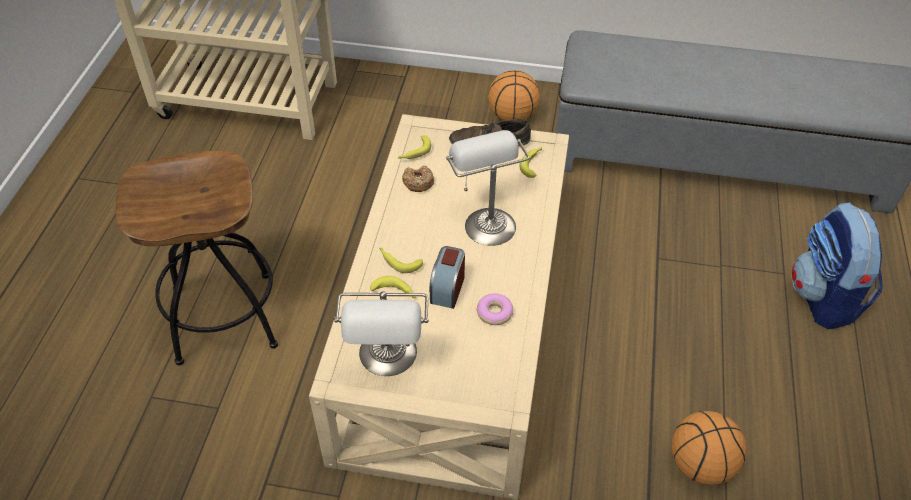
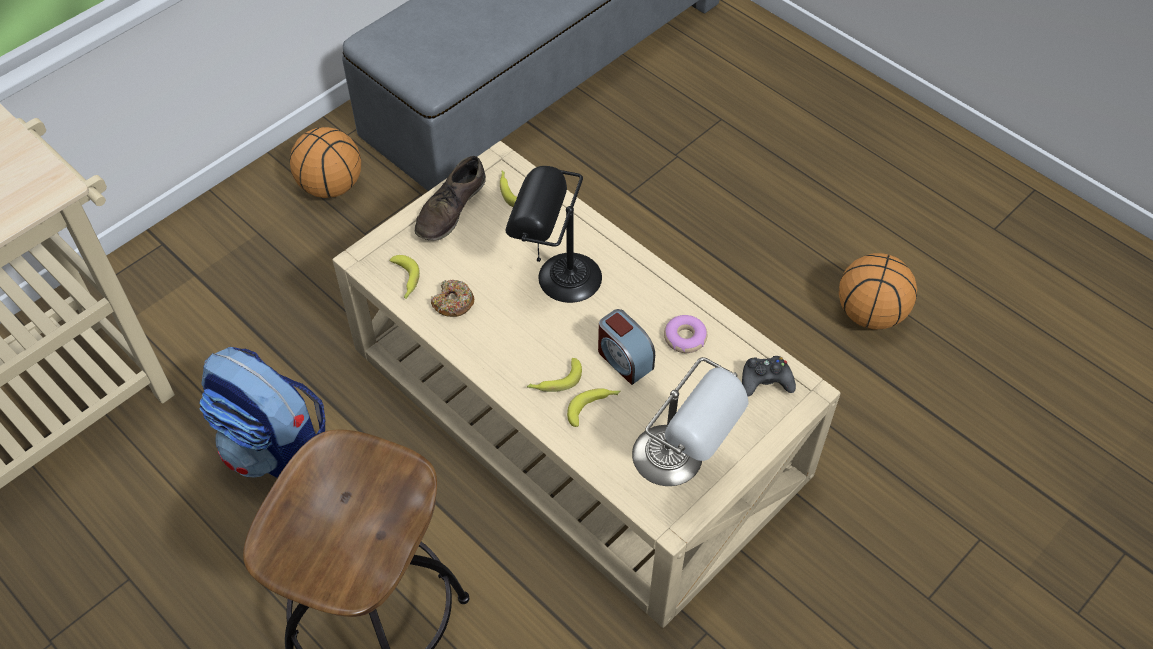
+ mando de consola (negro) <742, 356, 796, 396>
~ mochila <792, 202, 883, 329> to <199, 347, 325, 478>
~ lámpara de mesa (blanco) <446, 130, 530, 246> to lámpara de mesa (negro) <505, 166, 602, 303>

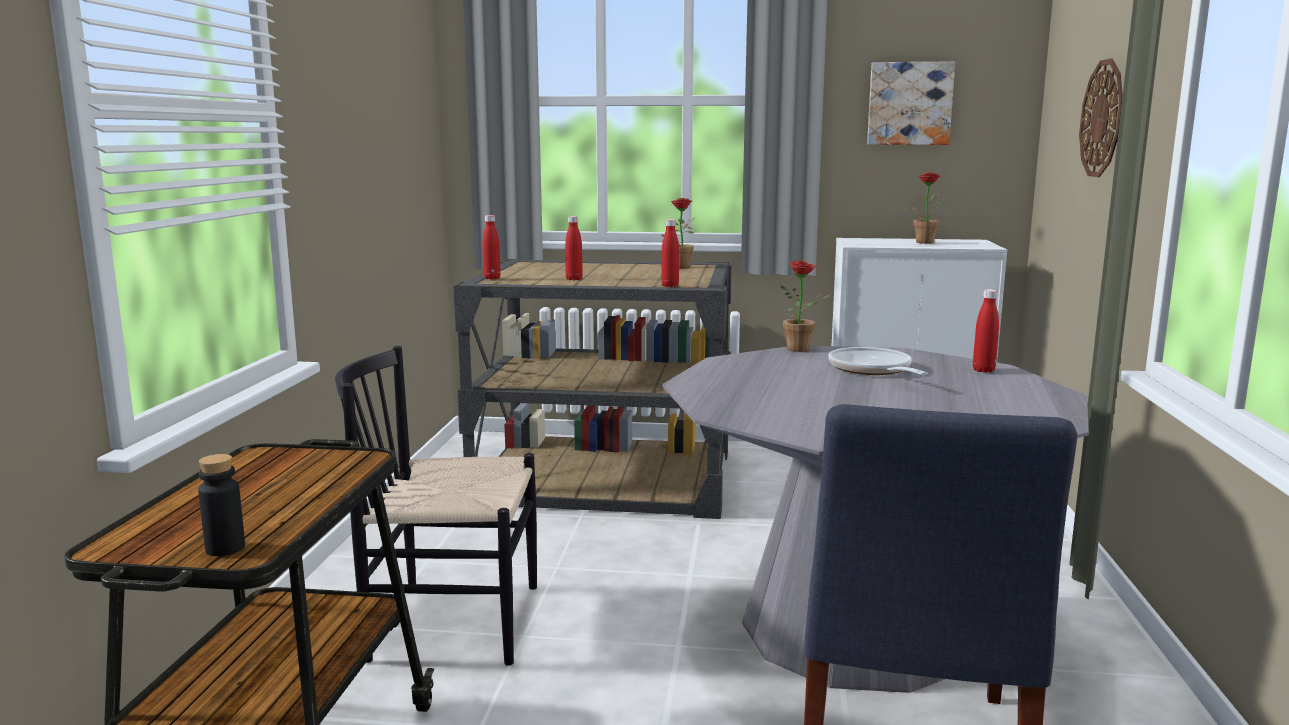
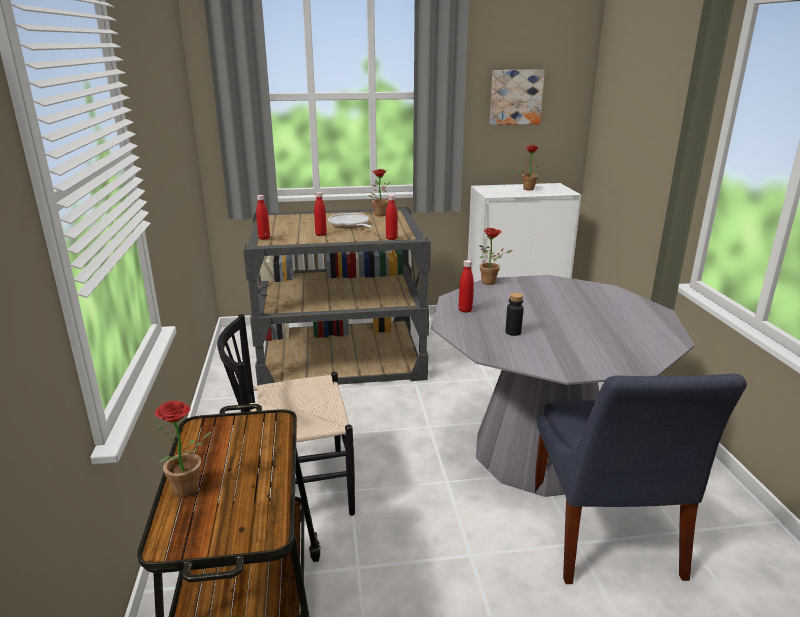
- reloj de pared <1079, 58, 1123, 177>
+ planta en maceta <155, 400, 212, 498>
~ botella (negro) <198, 454, 245, 556> to <505, 293, 524, 336>
~ sartén <828, 347, 928, 375> to <328, 213, 373, 228>
~ botella (rojo) <973, 289, 999, 373> to <459, 260, 474, 313>

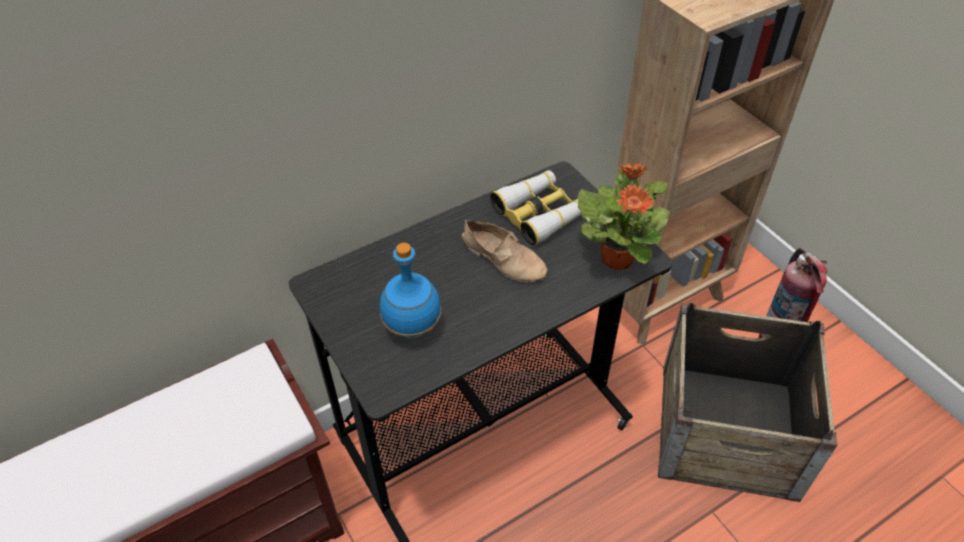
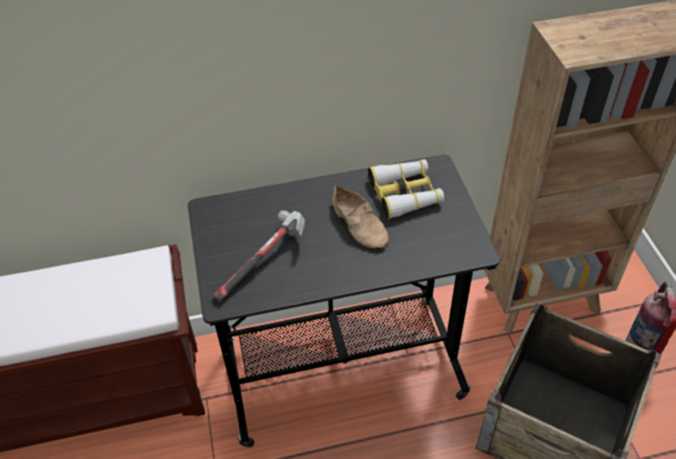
- planta en maceta <578, 163, 670, 270>
~ botella (azul) <380, 243, 441, 339> to martillo <213, 210, 305, 302>

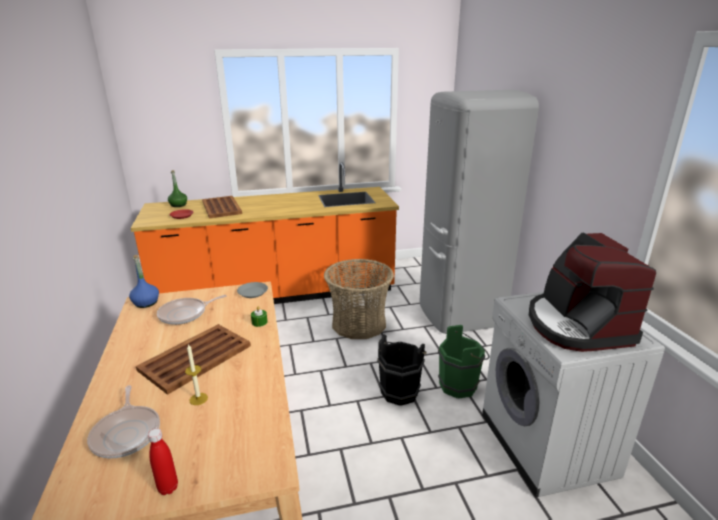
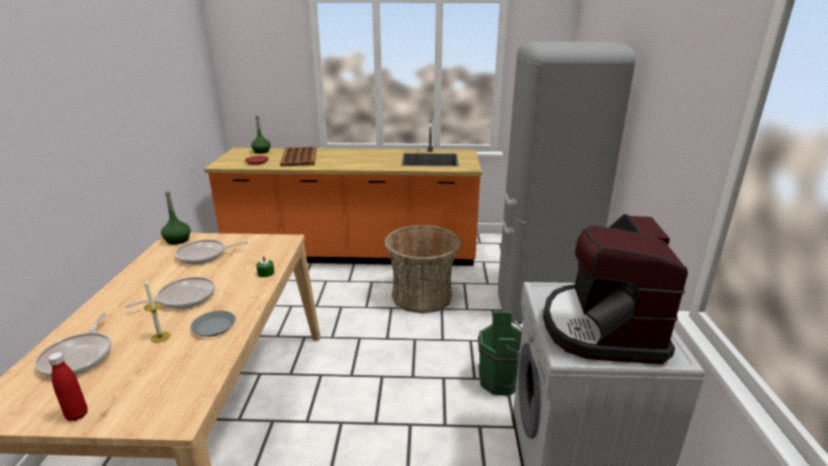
- cubo (negro) <377, 334, 427, 406>
~ plato (gris) <237, 282, 268, 298> to <190, 311, 236, 337>
~ bandeja (marrón) <136, 324, 251, 395> to sartén <125, 277, 215, 309>
~ botella (azul) <129, 255, 159, 308> to botella (verde) <161, 191, 191, 245>

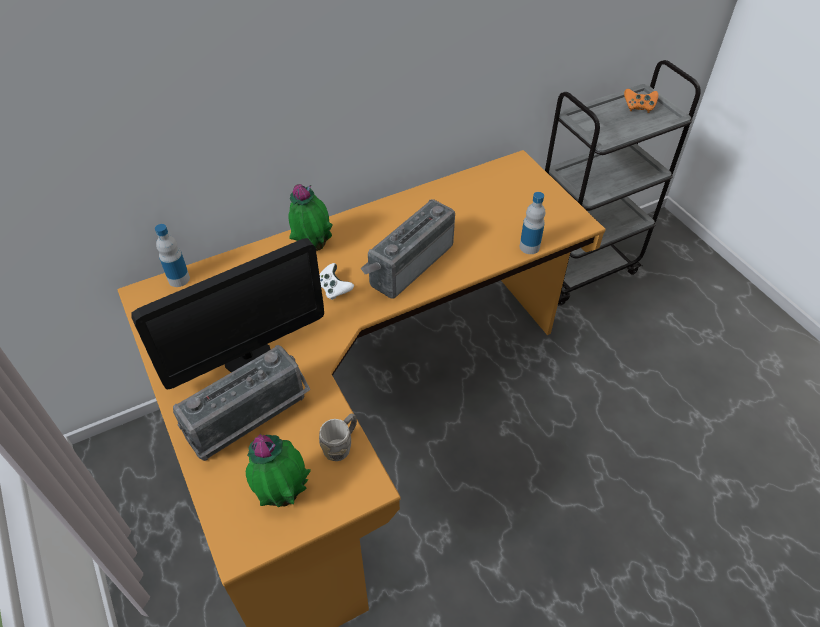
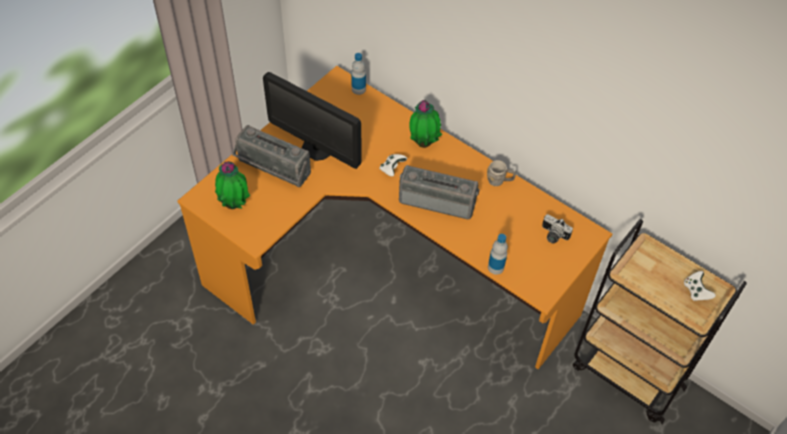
+ cámara <542, 214, 573, 244>
~ taza grande (gris) <319, 413, 357, 461> to <487, 160, 516, 186>
~ carrito (gris) <545, 60, 701, 306> to carrito (marrón) <573, 219, 747, 424>
~ mando de consola (naranja) <624, 89, 658, 113> to mando de consola (blanco) <684, 271, 716, 301>

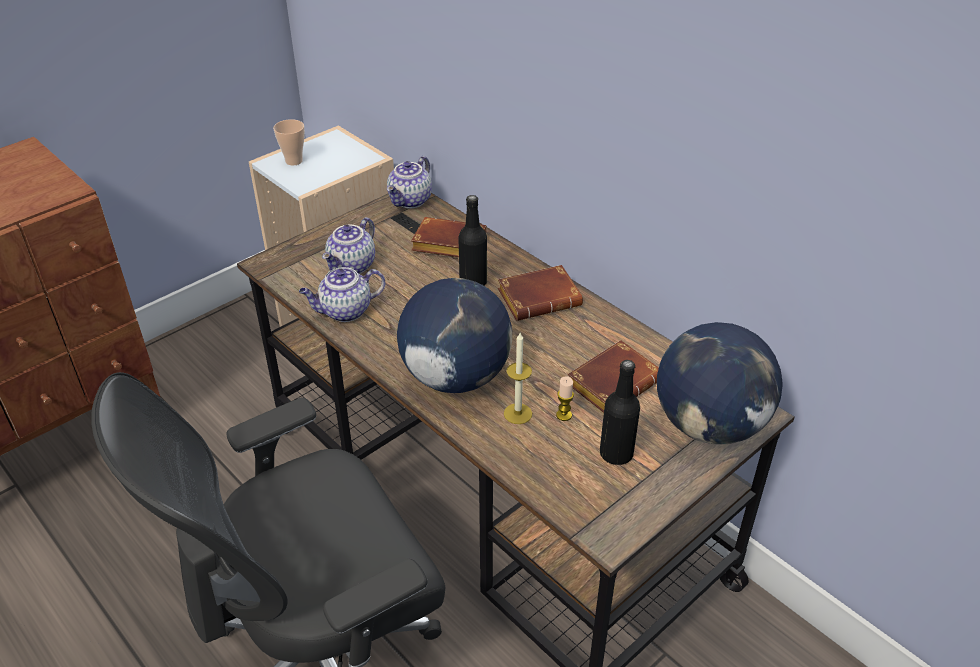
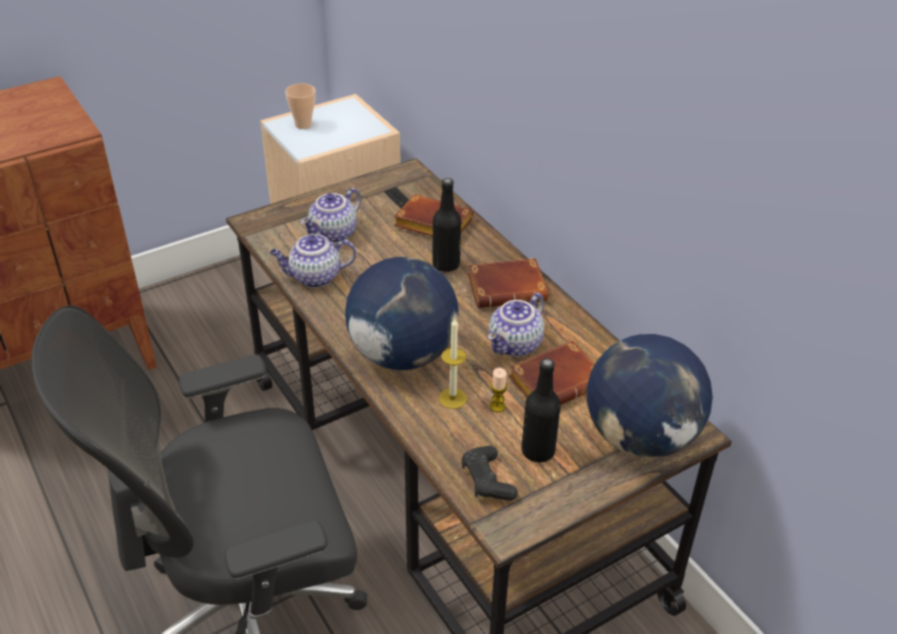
+ mando de consola (negro) <462, 446, 518, 501>
~ tetera <387, 156, 432, 208> to <488, 293, 545, 357>

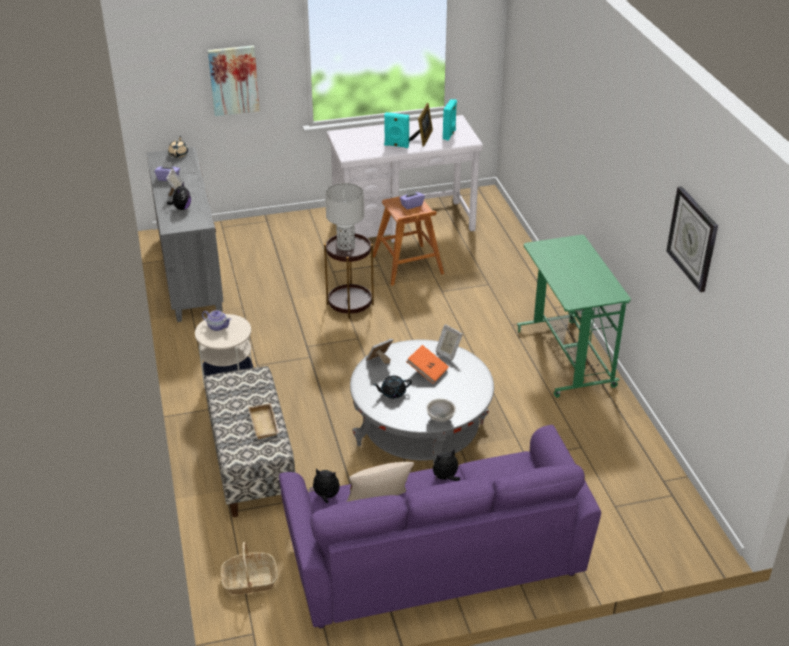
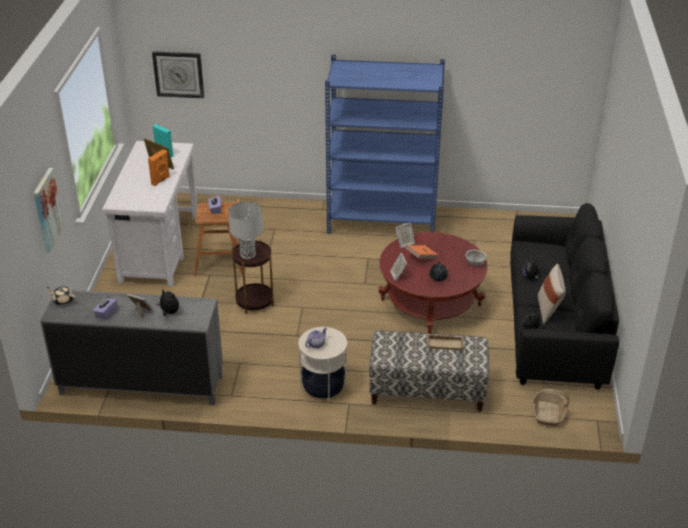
~ reloj de pared <666, 186, 718, 292> to <152, 51, 204, 98>
~ escritorio (verde) <517, 235, 631, 398> to estantería (azul) <325, 54, 445, 234>
~ sofá (morado) <279, 425, 601, 628> to sofá (negro) <510, 203, 619, 390>
~ mesa de centro (gris) <350, 340, 494, 463> to mesa de centro (rojo) <378, 232, 487, 334>
~ altavoz (turquesa) <384, 112, 409, 148> to altavoz (naranja) <148, 149, 170, 186>

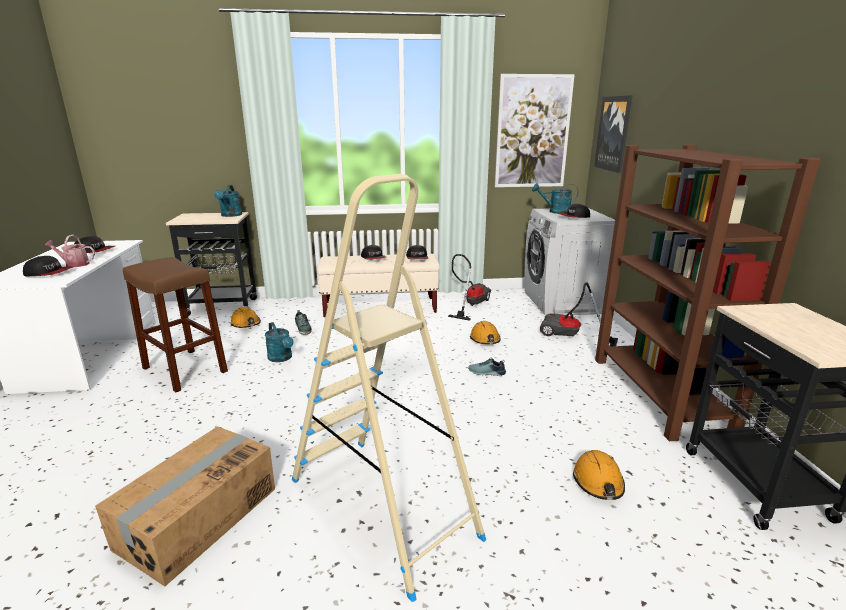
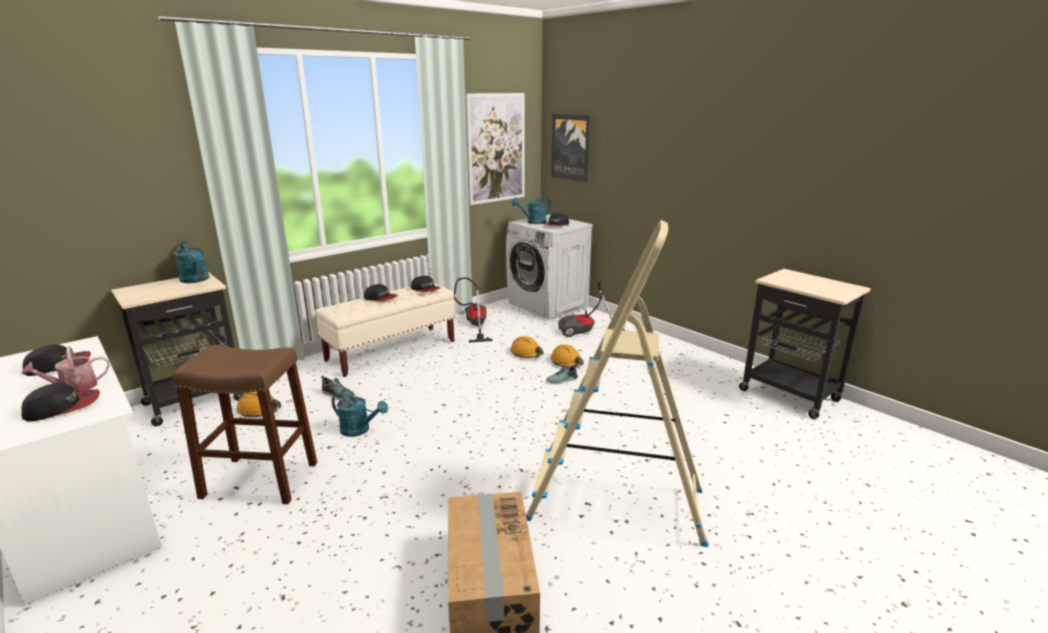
- estantería (marrón) <595, 144, 821, 441>
~ casco (naranja) <573, 450, 625, 500> to <551, 344, 584, 368>

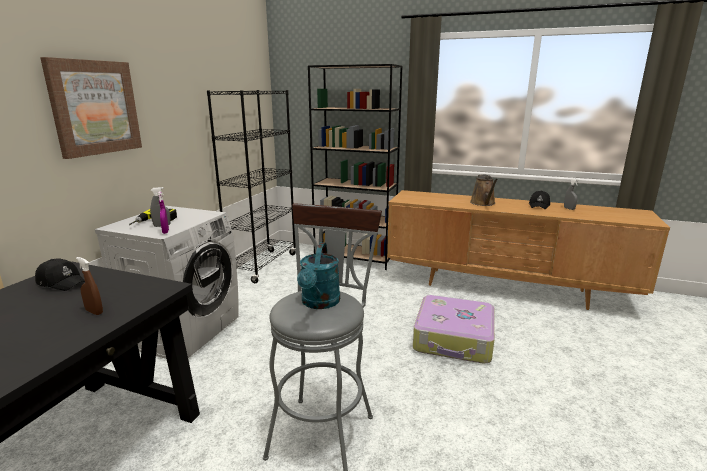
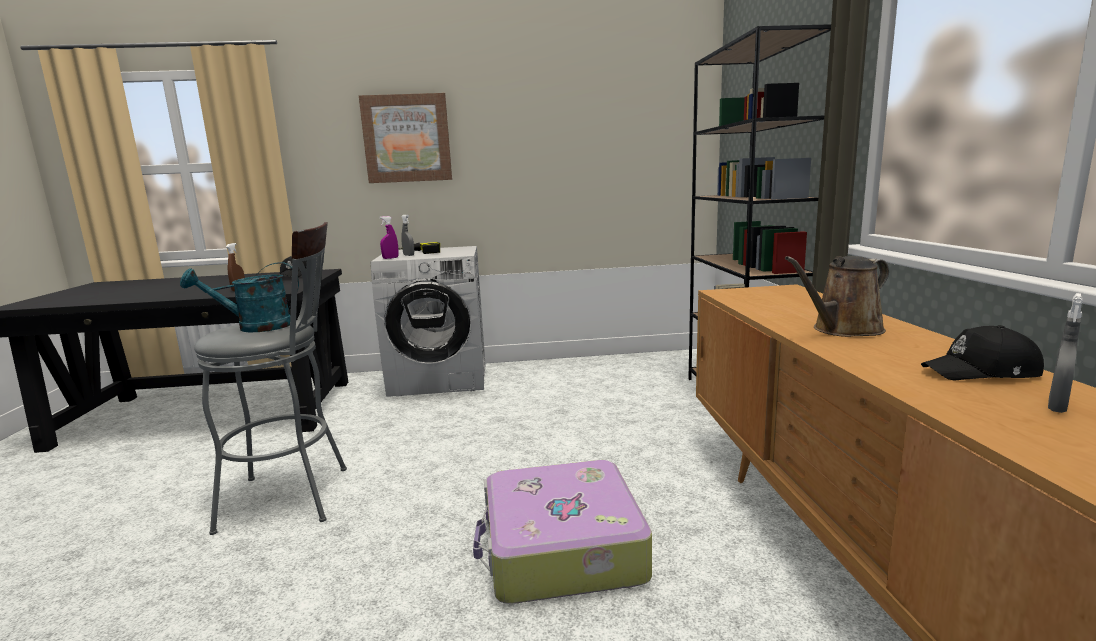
- estantería (negro) <207, 90, 296, 283>

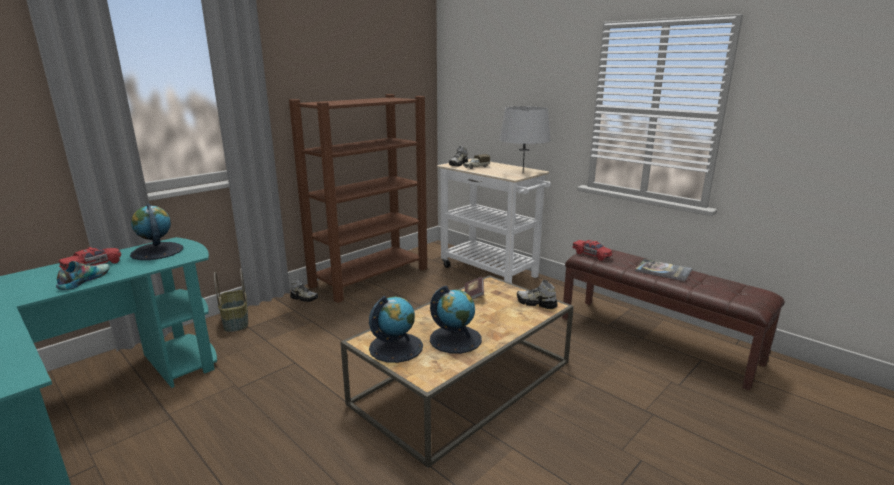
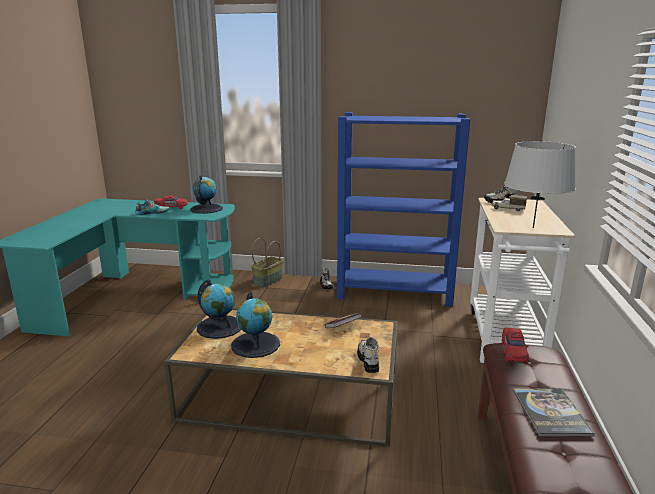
~ estantería (marrón) <289, 94, 427, 303> to estantería (azul) <337, 112, 470, 307>

